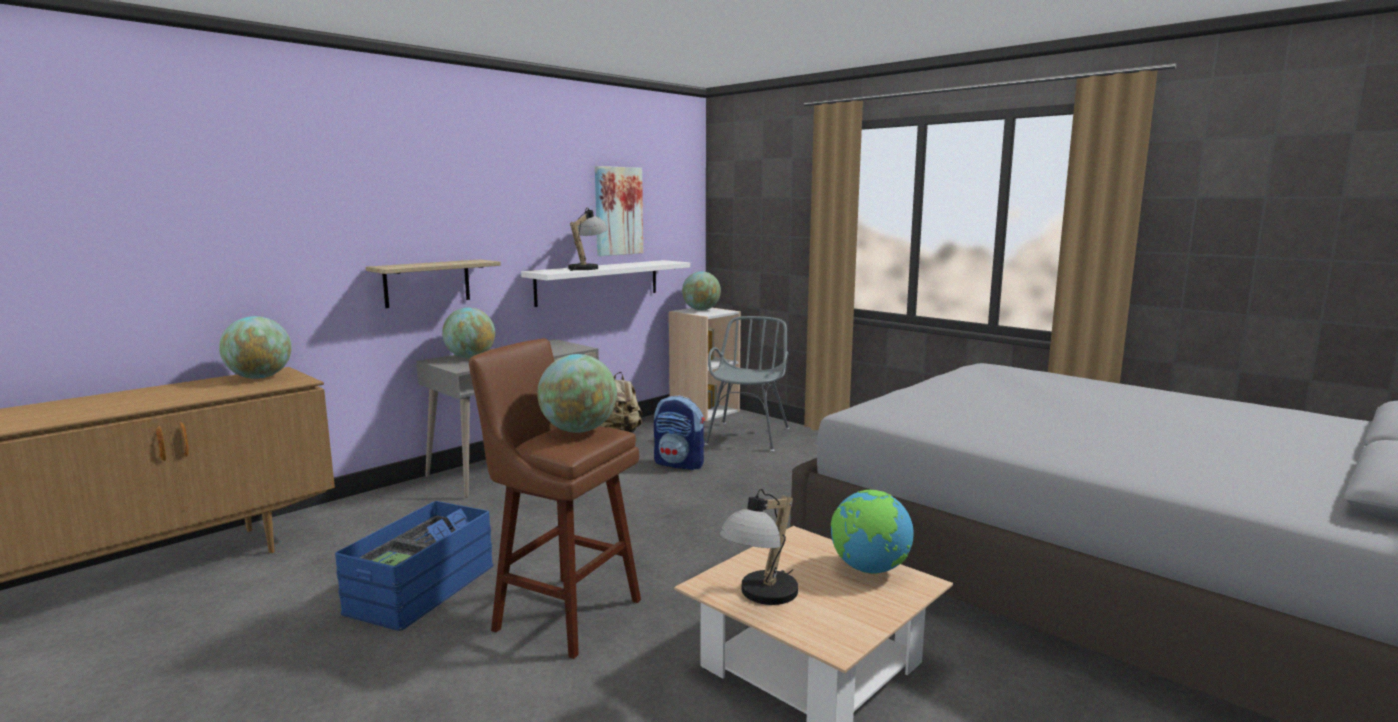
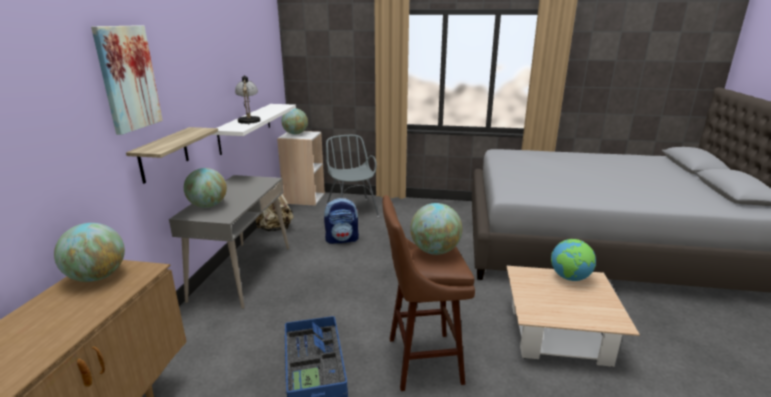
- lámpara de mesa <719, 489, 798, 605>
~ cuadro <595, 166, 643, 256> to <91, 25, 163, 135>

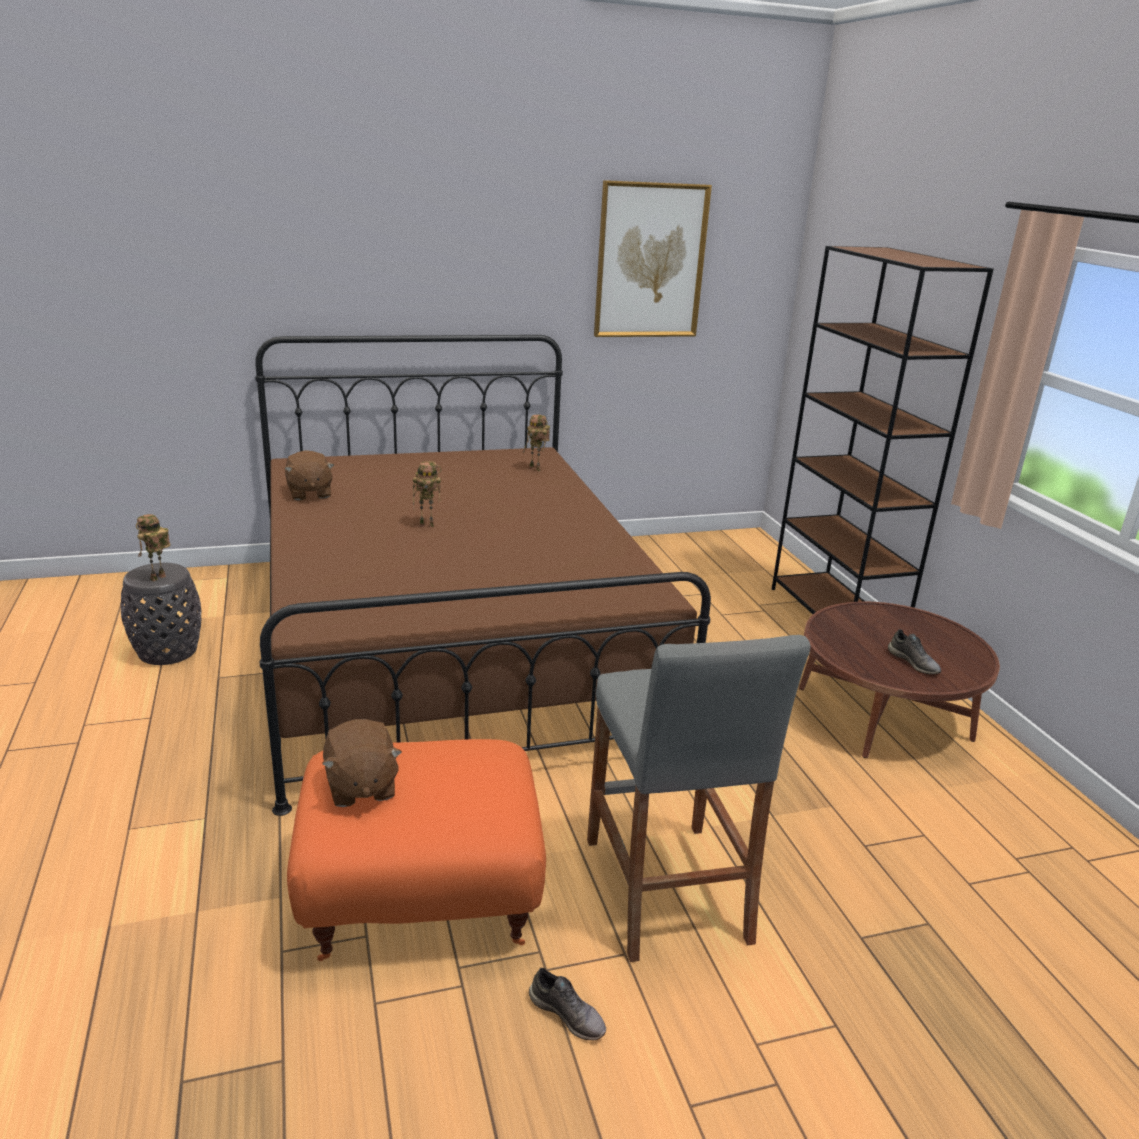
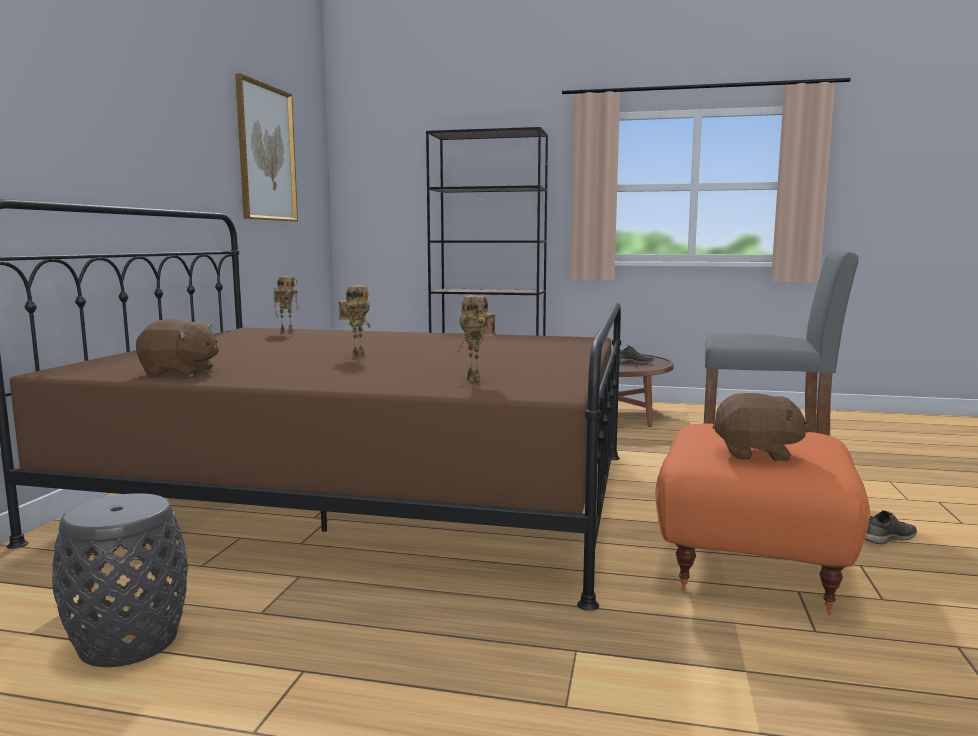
~ robot de juguete <136, 514, 170, 581> to <456, 295, 496, 383>

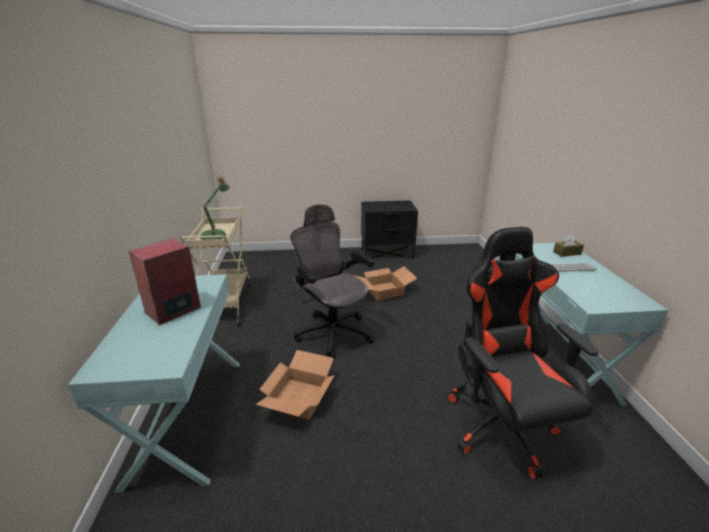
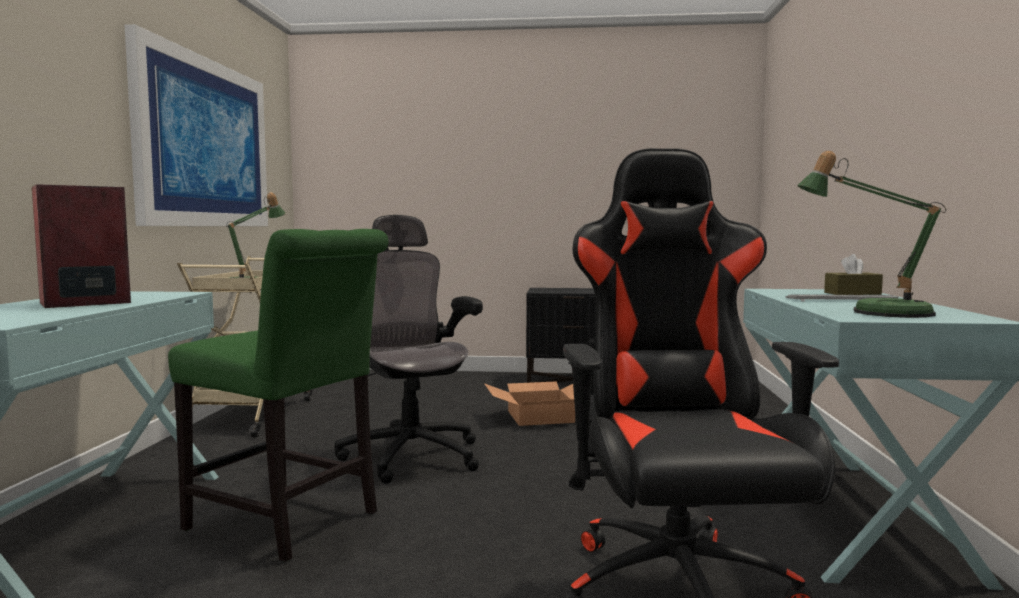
+ cuadro <125, 24, 268, 226>
+ lámpara de mesa <797, 151, 946, 318>
~ caja de cartón <255, 350, 335, 420> to silla (verde) <168, 229, 388, 562>

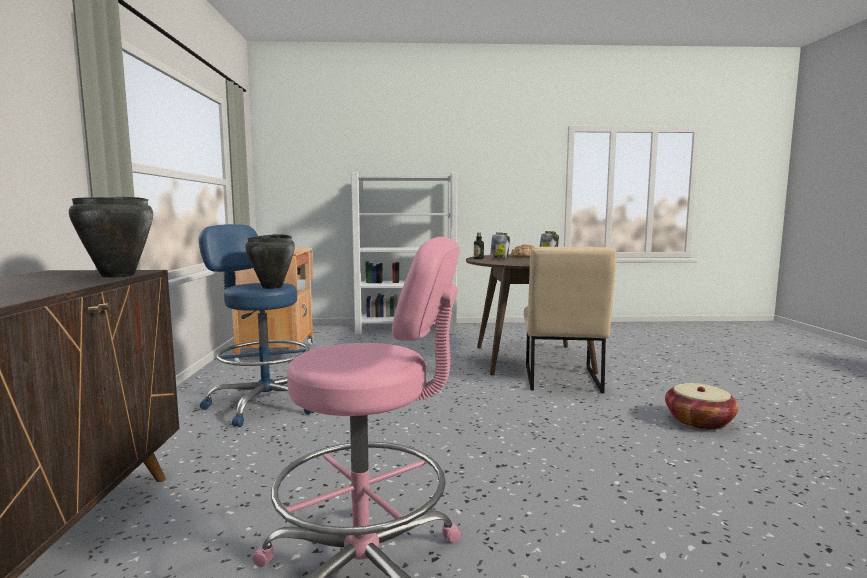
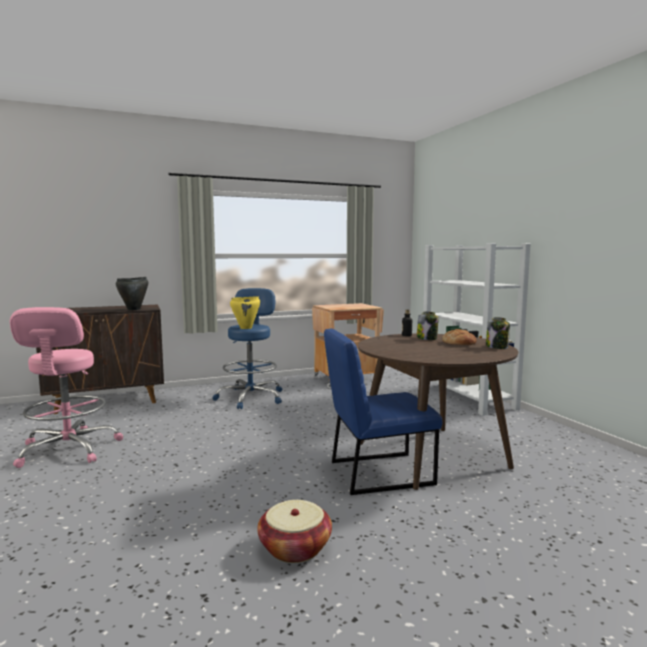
~ olla (negro) <245, 234, 295, 289> to olla (amarillo) <230, 296, 260, 329>
~ silla (beis) <524, 247, 617, 393> to silla (azul) <324, 329, 442, 495>

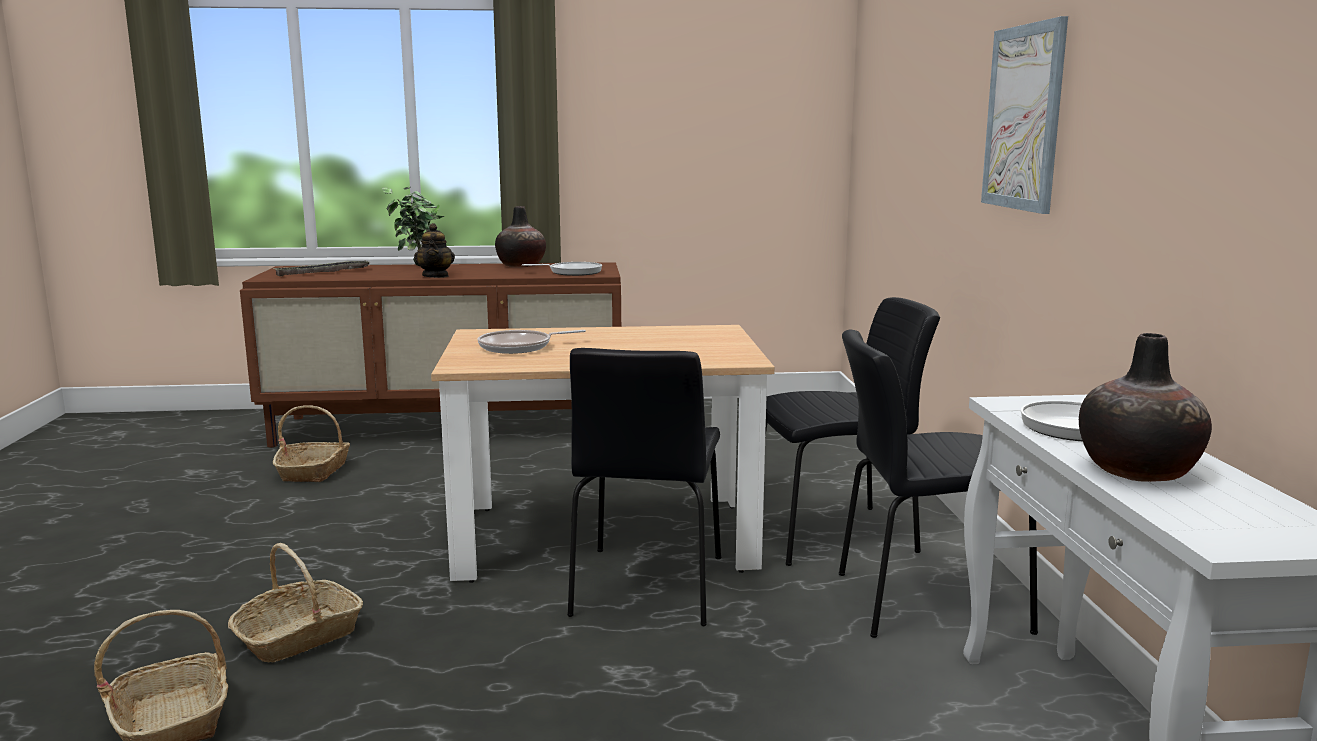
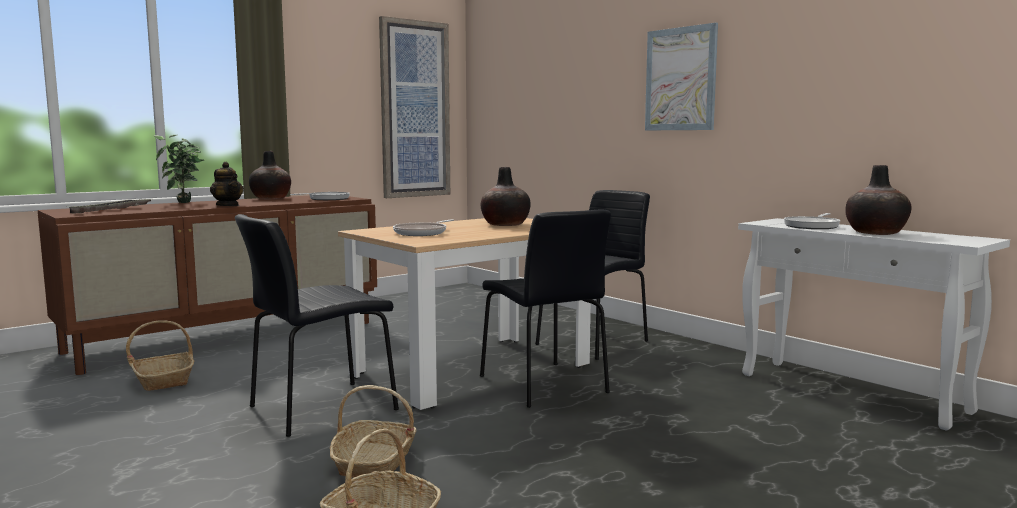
+ cuadro <379, 16, 450, 198>
+ florero <481, 167, 530, 226>
~ silla (negro) <839, 330, 1038, 638> to <235, 214, 399, 437>

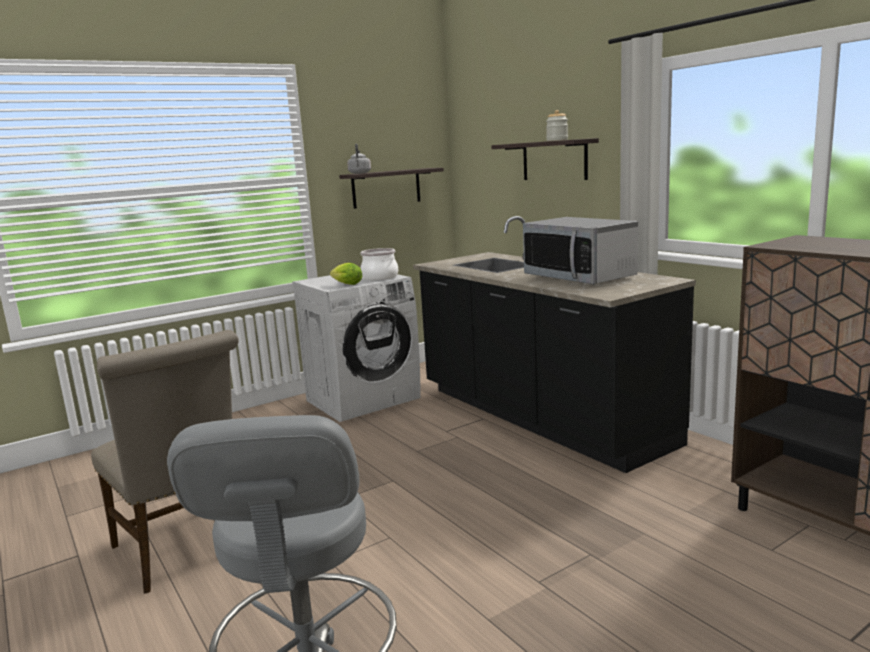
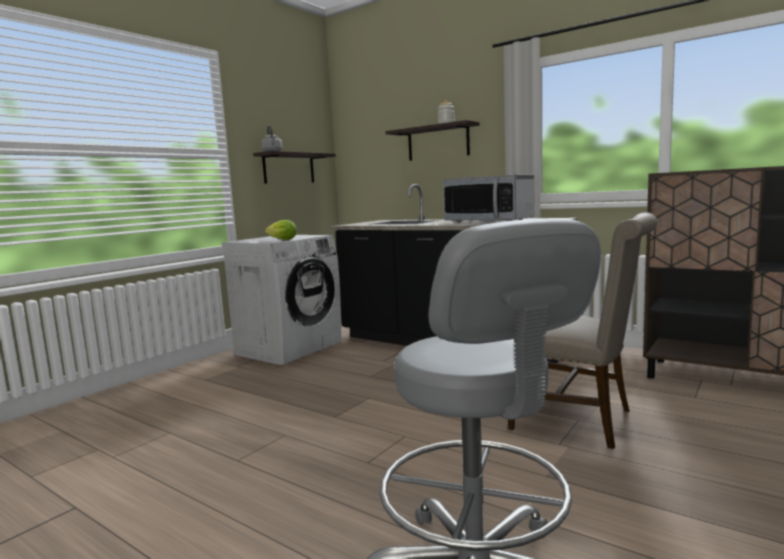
- olla <361, 248, 398, 280>
~ silla (beis) <91, 330, 239, 594> to <508, 212, 658, 449>

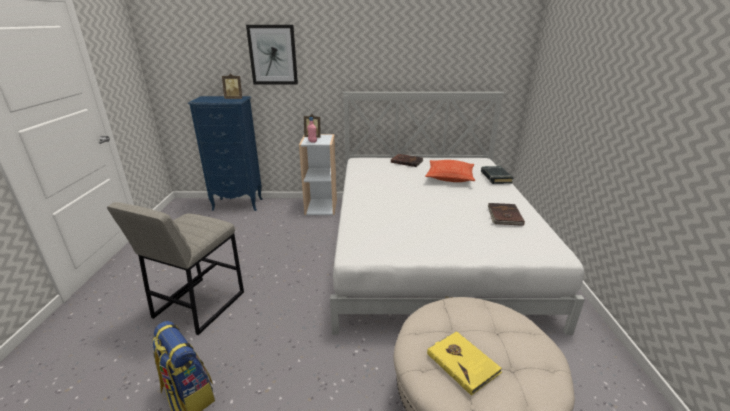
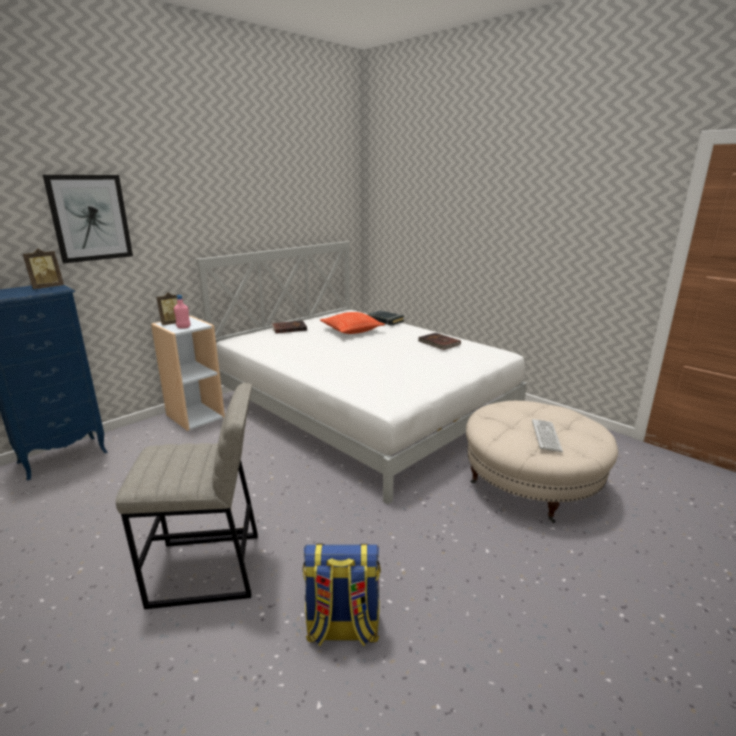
~ libro (amarillo) <427, 331, 502, 396> to teclado <532, 419, 563, 452>
~ silla (gris) <107, 202, 244, 335> = <116, 383, 258, 609> 75 degrees counterclockwise

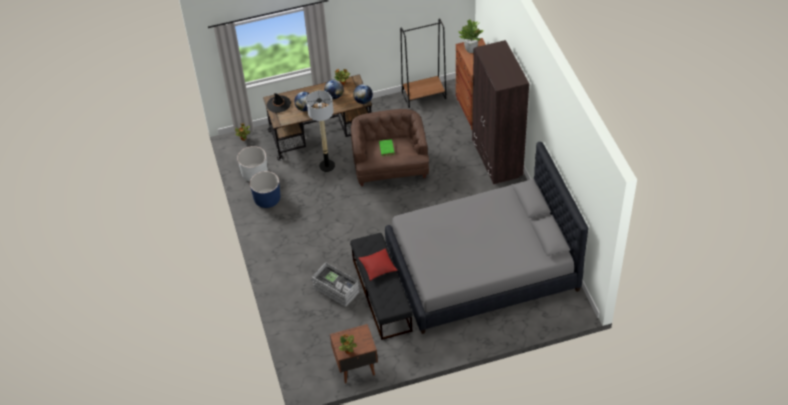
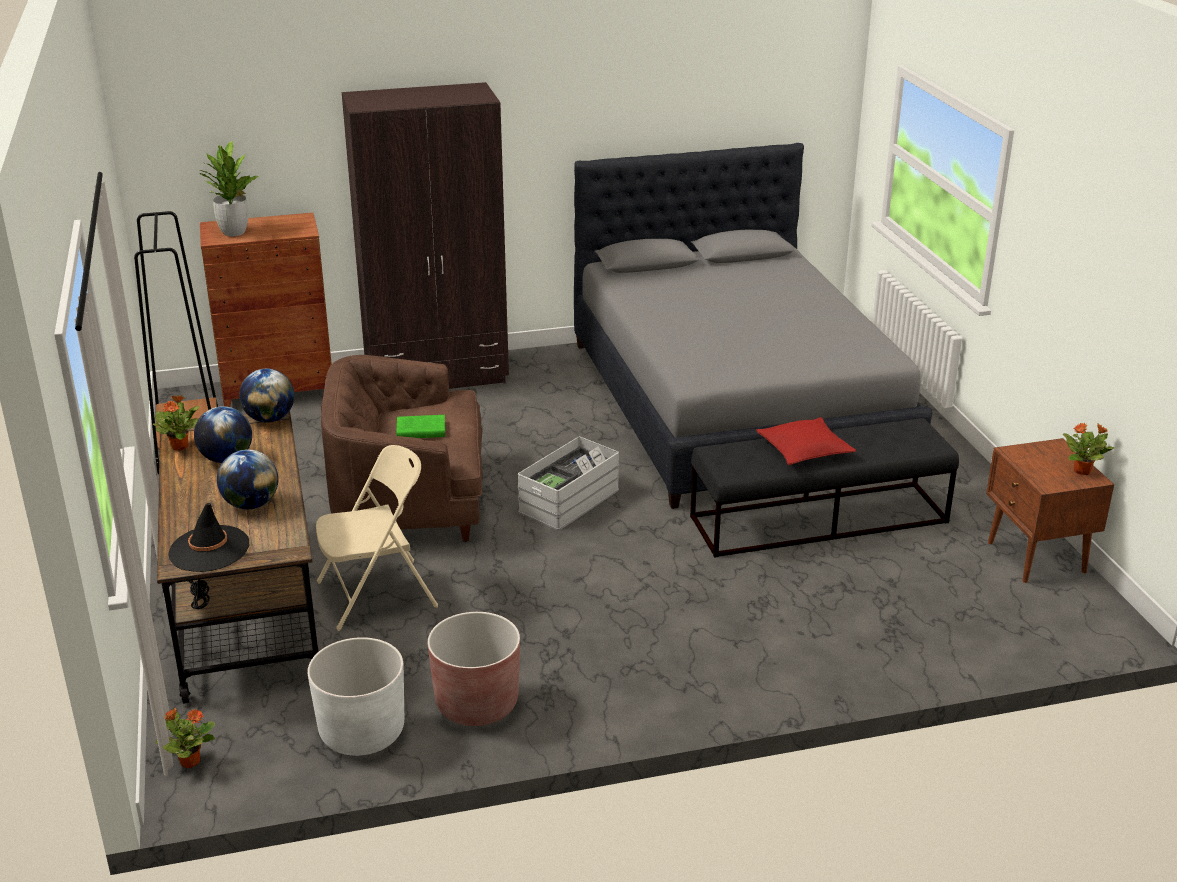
~ caja de almacenaje (gris) <312, 263, 359, 307> to <518, 437, 619, 530>
~ lámpara de pie <306, 90, 335, 172> to silla (beis) <316, 445, 438, 631>
~ maceta (azul) <250, 171, 280, 208> to maceta (marrón) <428, 612, 520, 726>

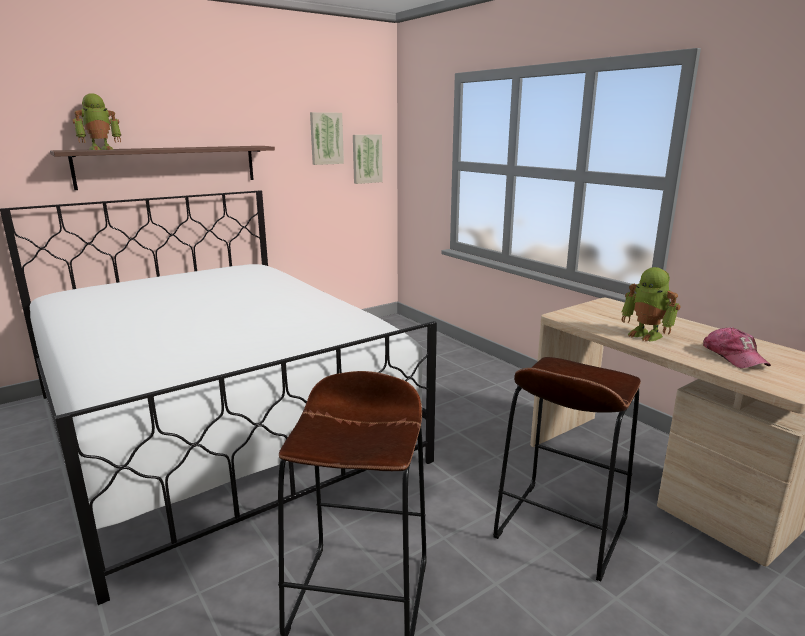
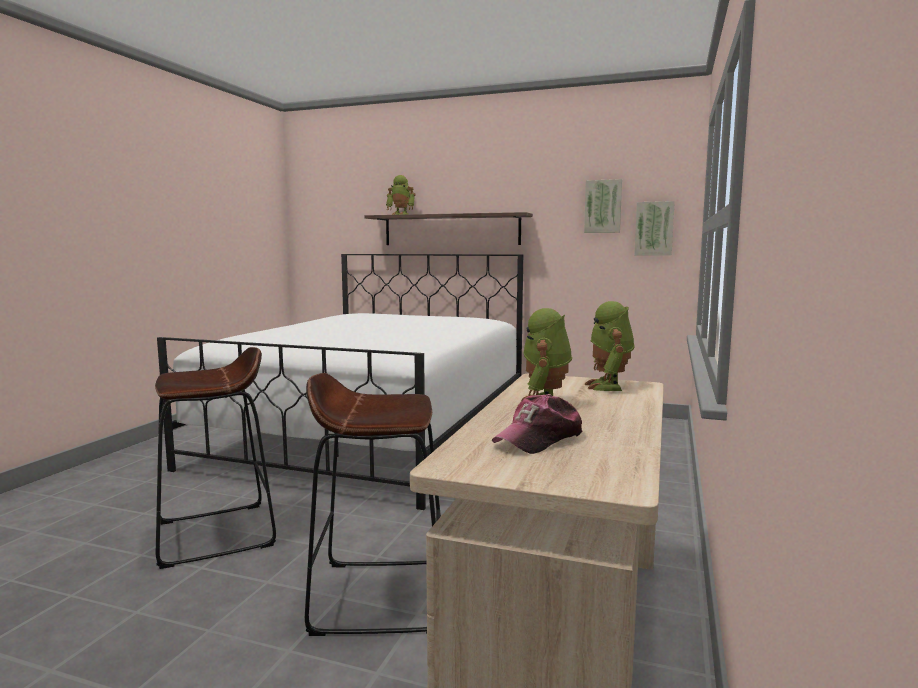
+ robot de juguete <585, 301, 634, 391>

